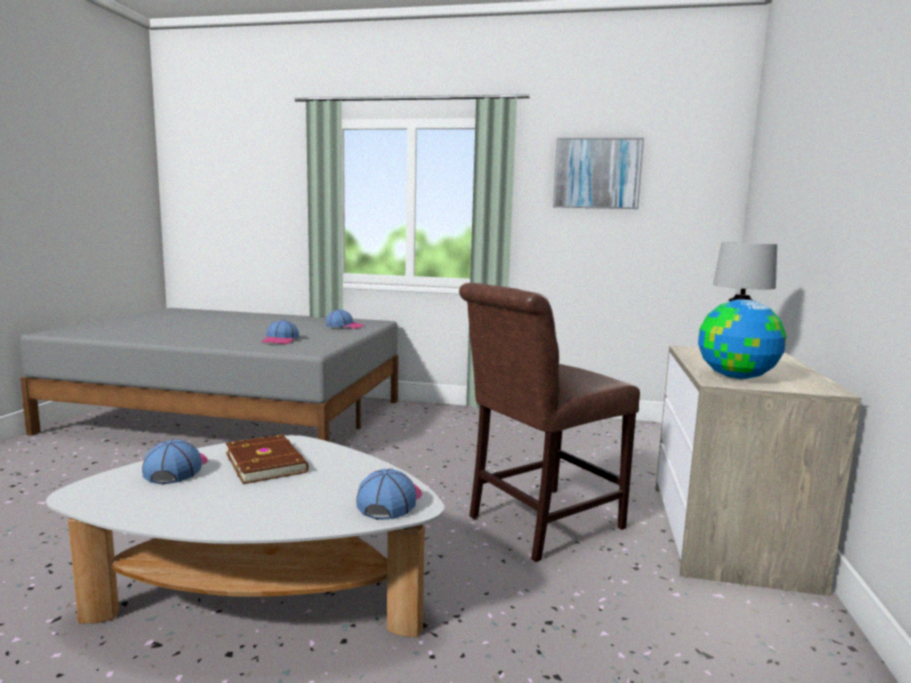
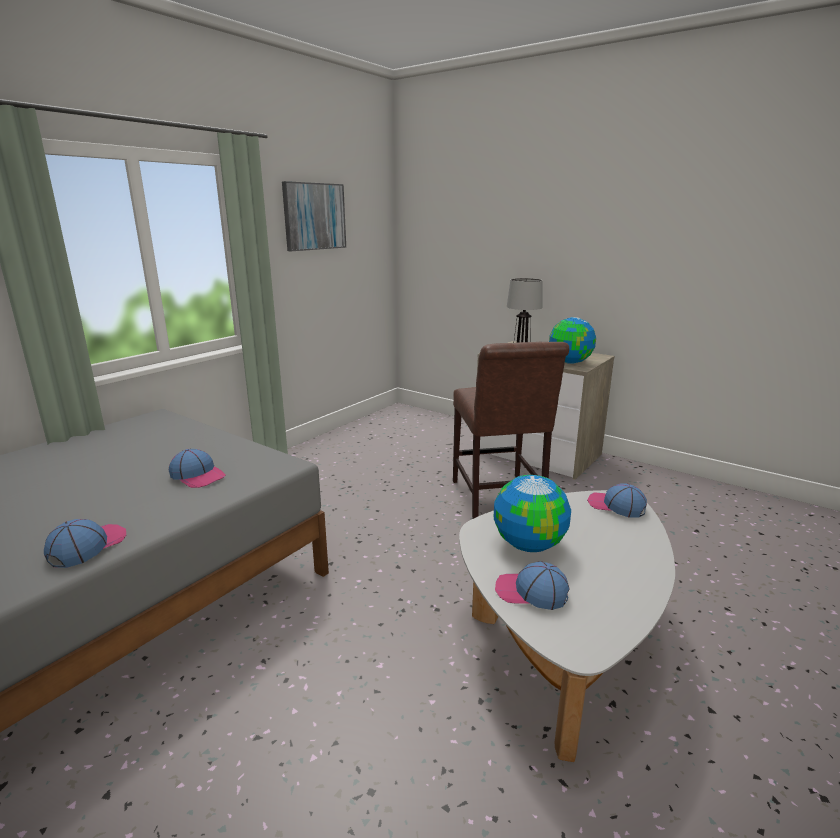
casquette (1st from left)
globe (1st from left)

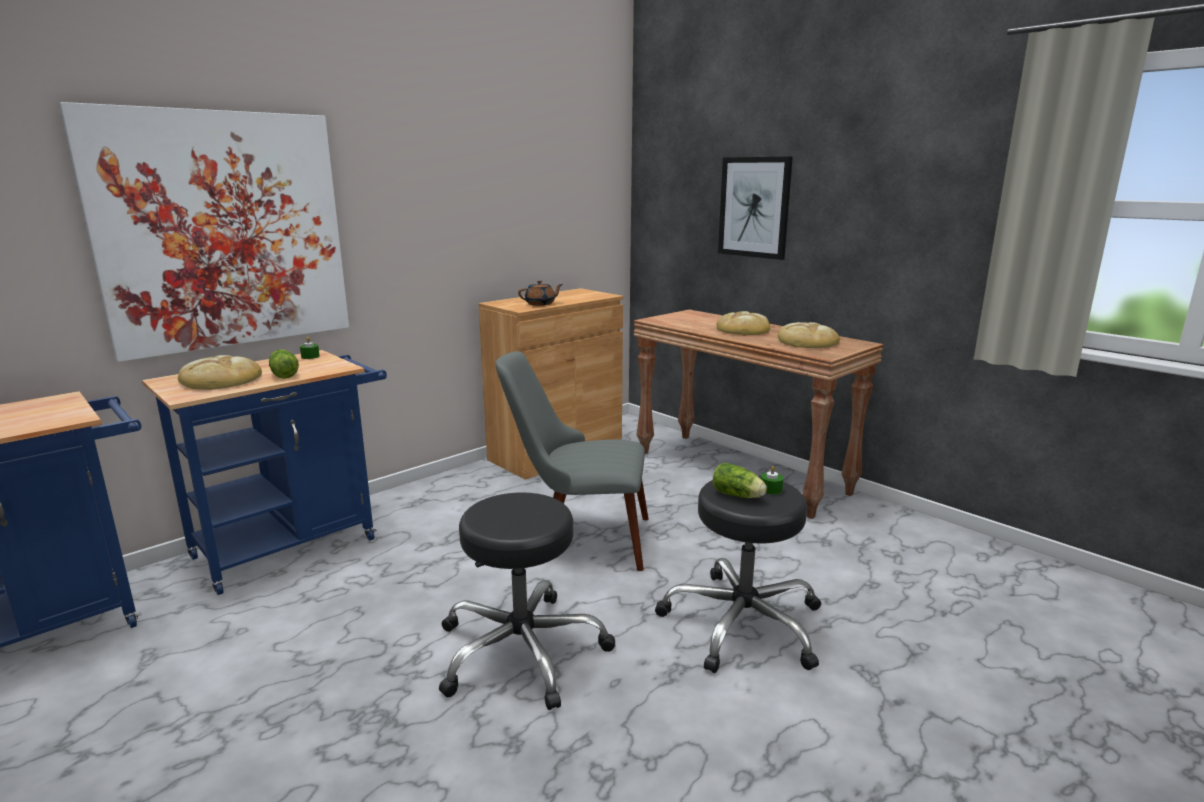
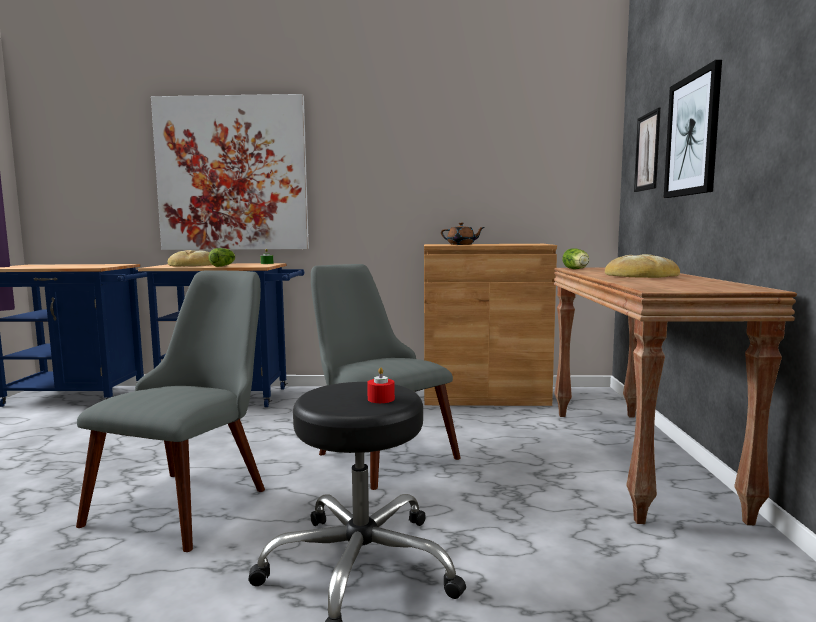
pain (3rd from left in the first image)
tableau (2nd from left)
laitue (2nd from left)
chaise (gris) (1st from left)
bougie (rouge)

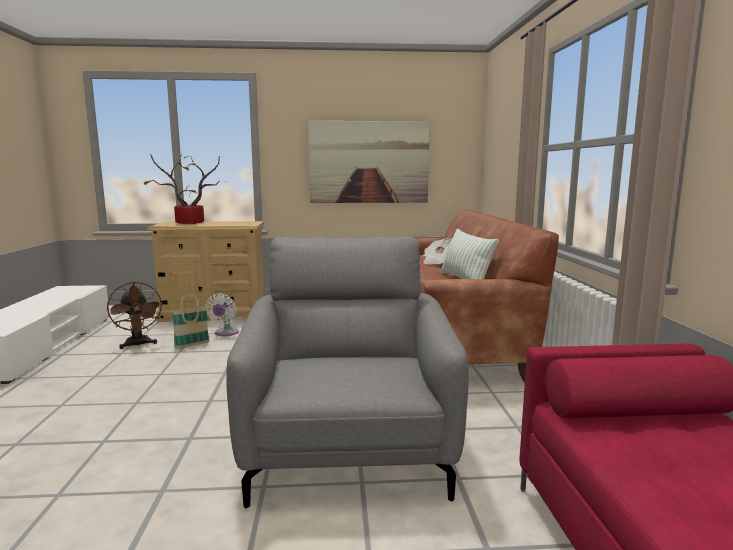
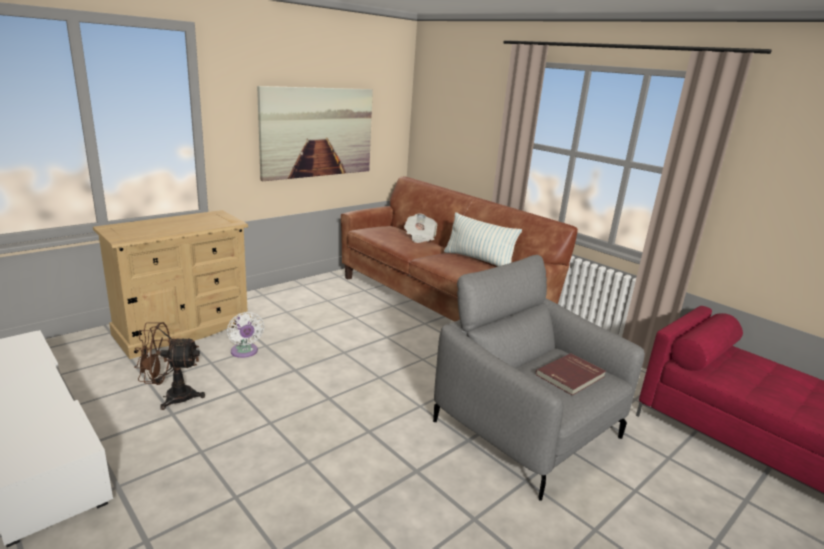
plante en pot
panier
livre (rouge)
ventilateur (marron)

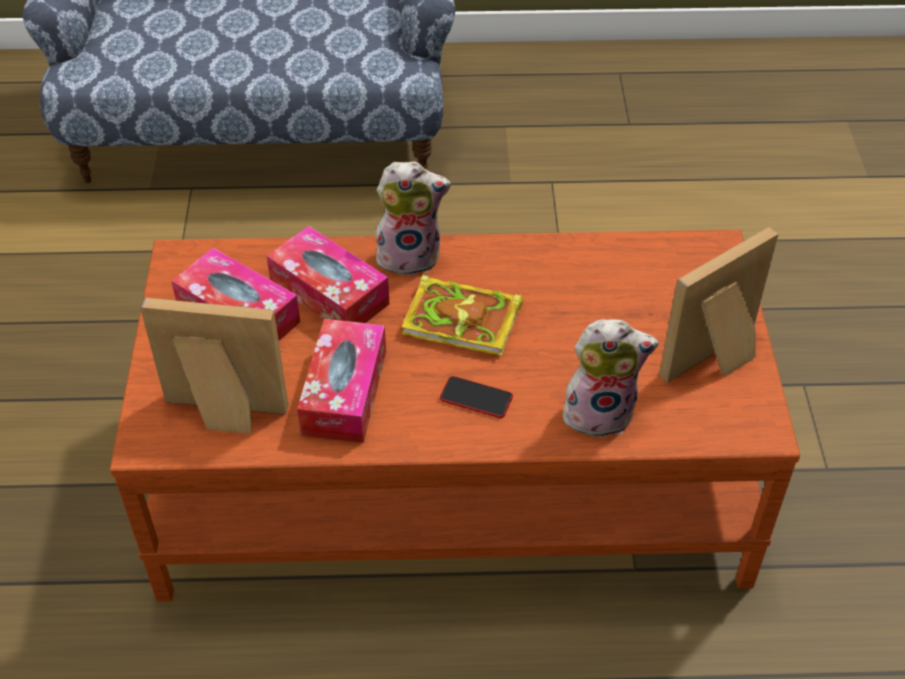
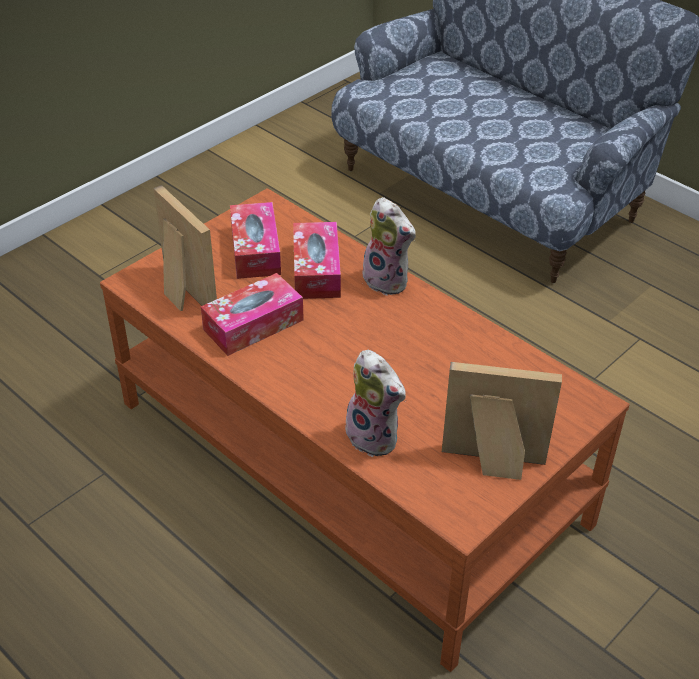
livre
téléphone

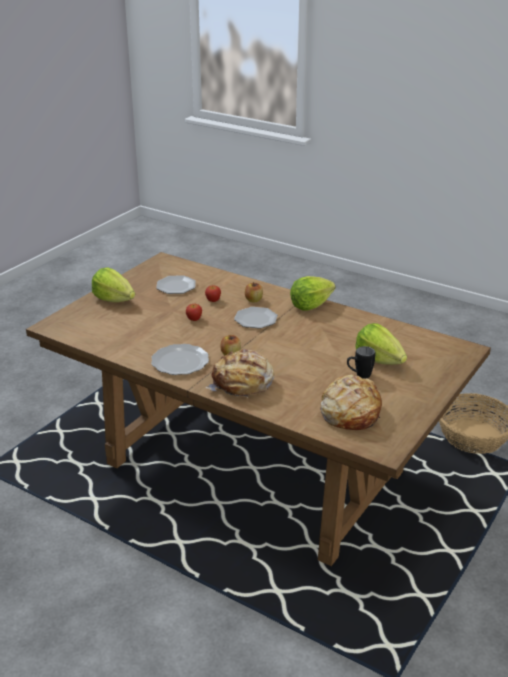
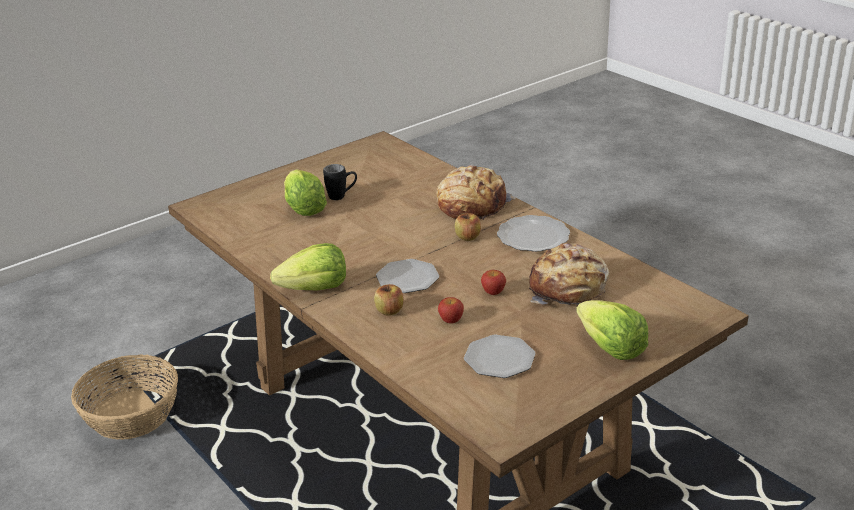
pain (2nd from left)

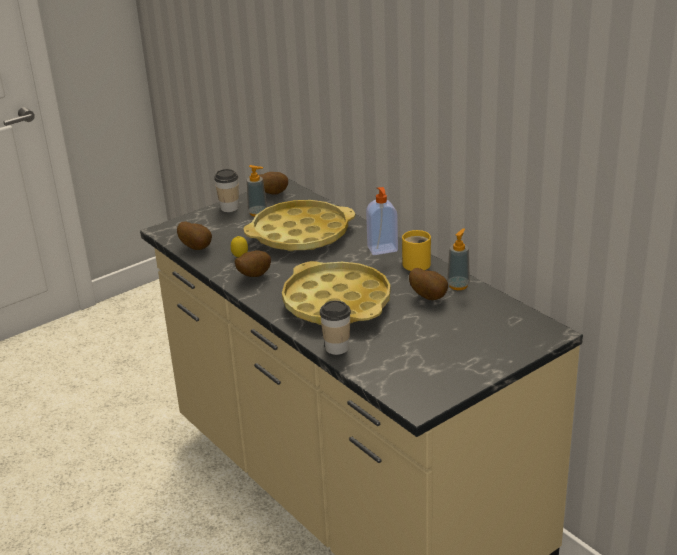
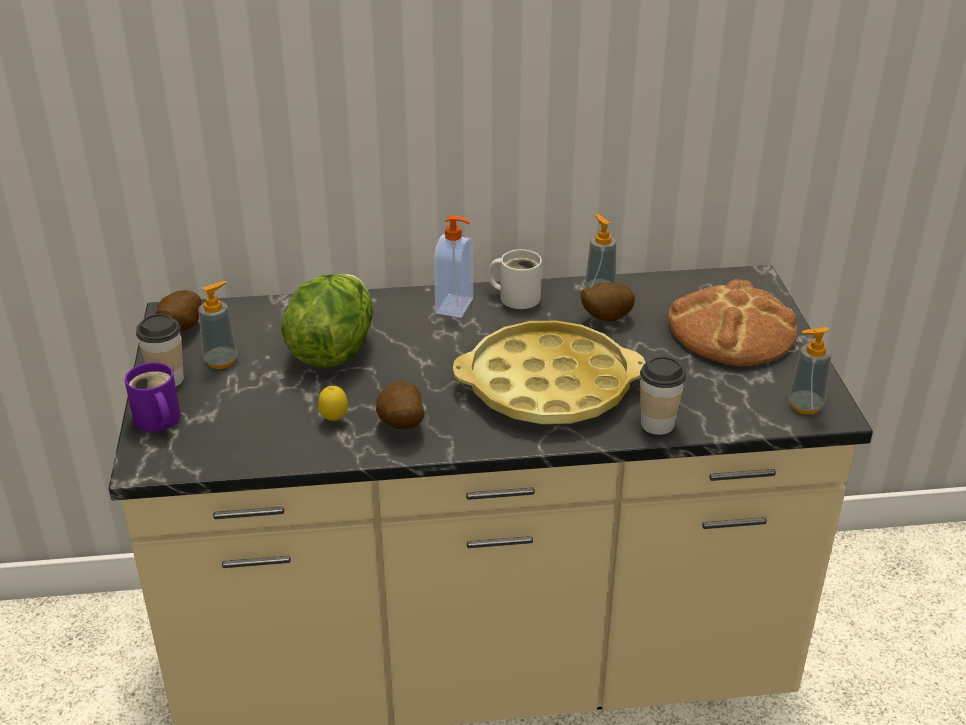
pomme de terre (1st from left in the first image)
mug (violet)
pain
distributeur de savon (4th from left)
laitue
mug (blanc)

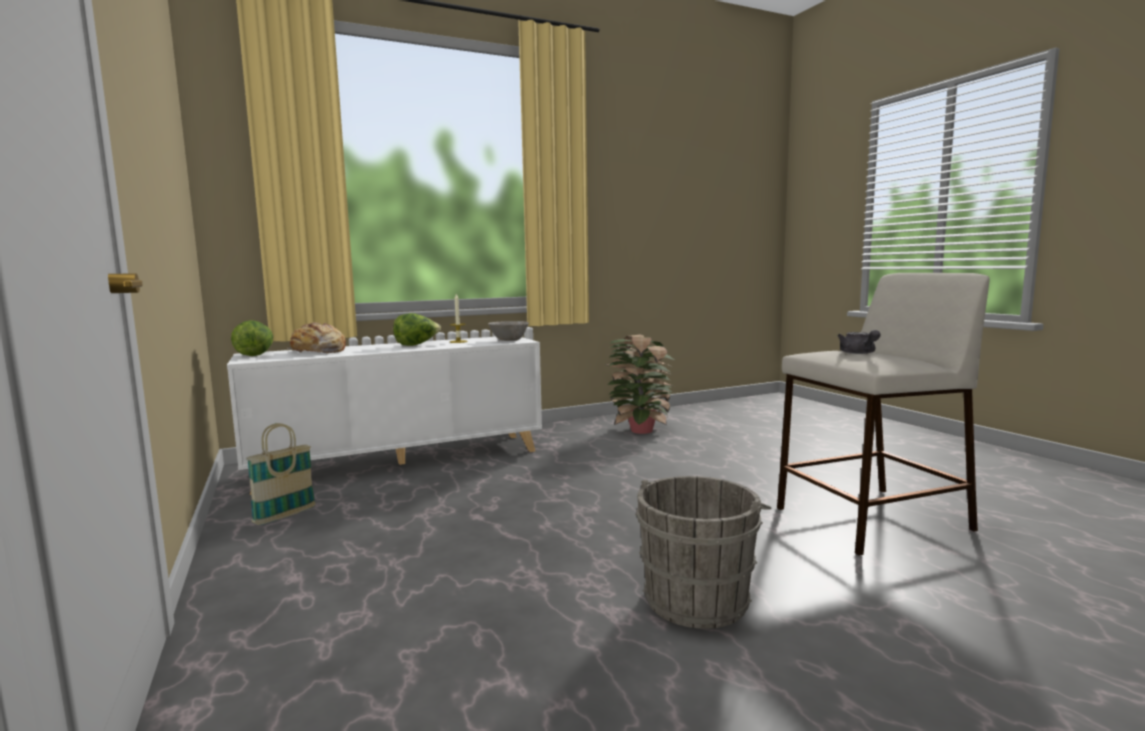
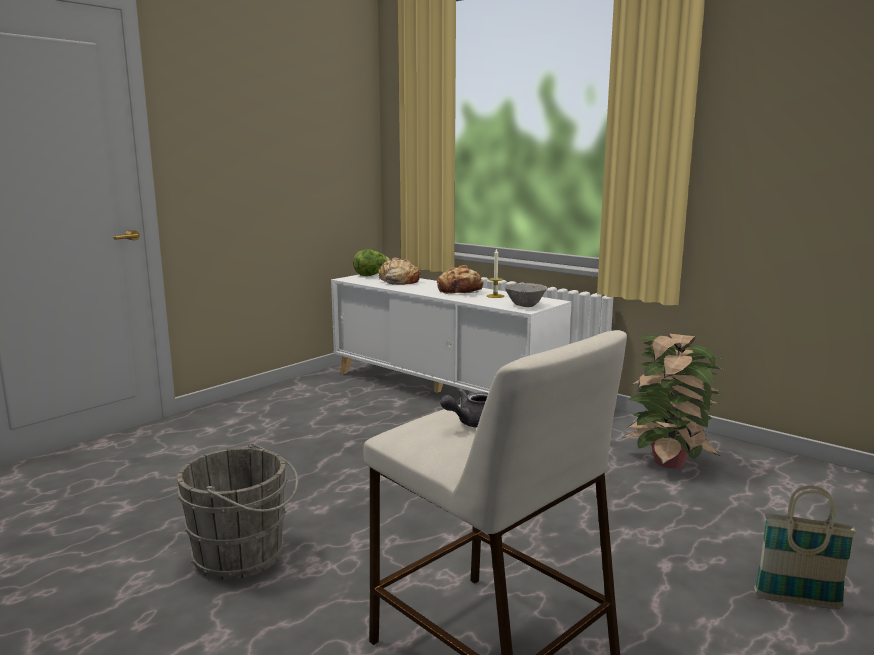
panier
pain (2nd from left)

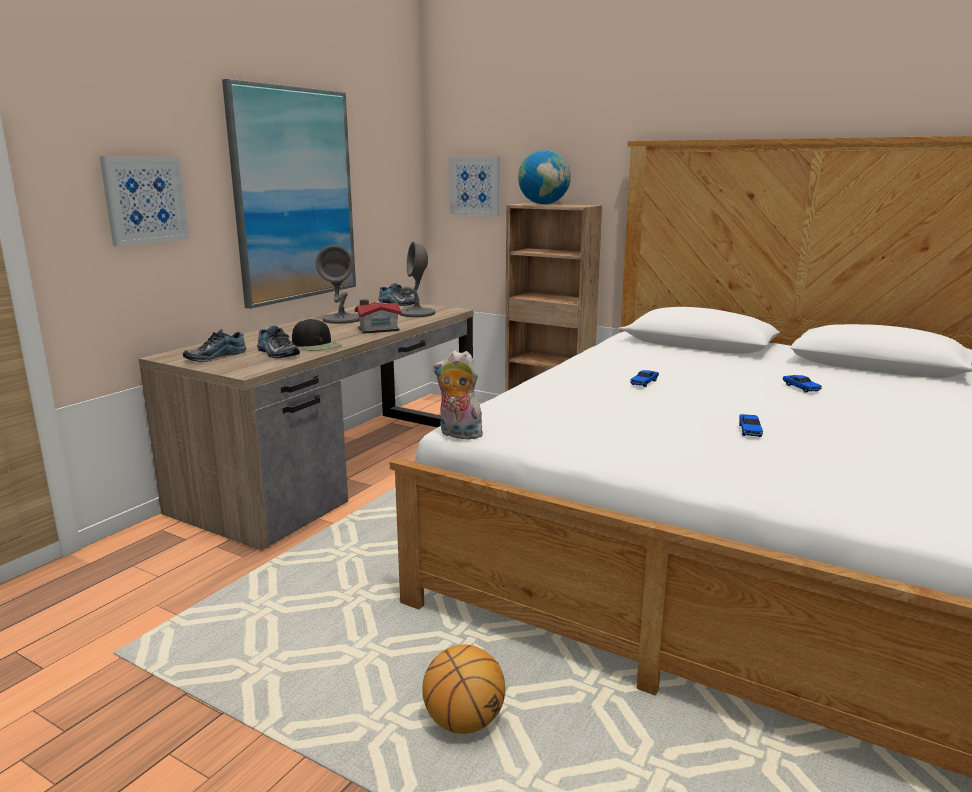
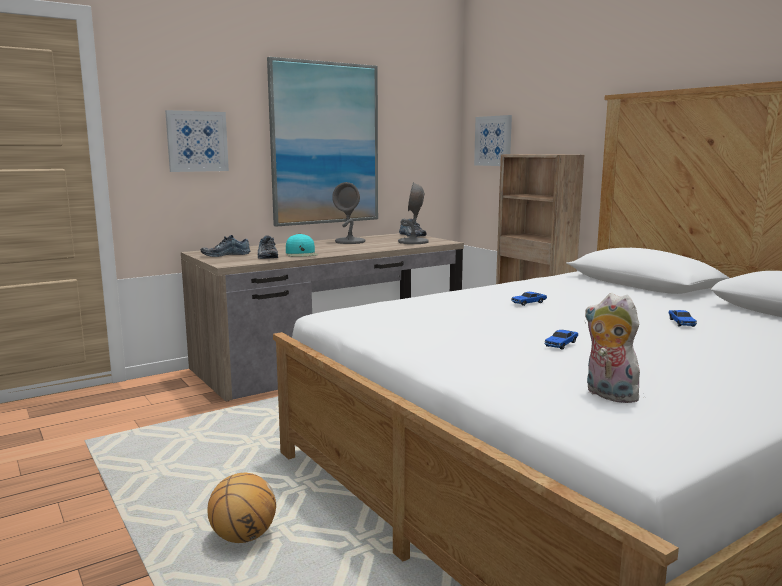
maison miniature
globe
peluche
casquette (turquoise)

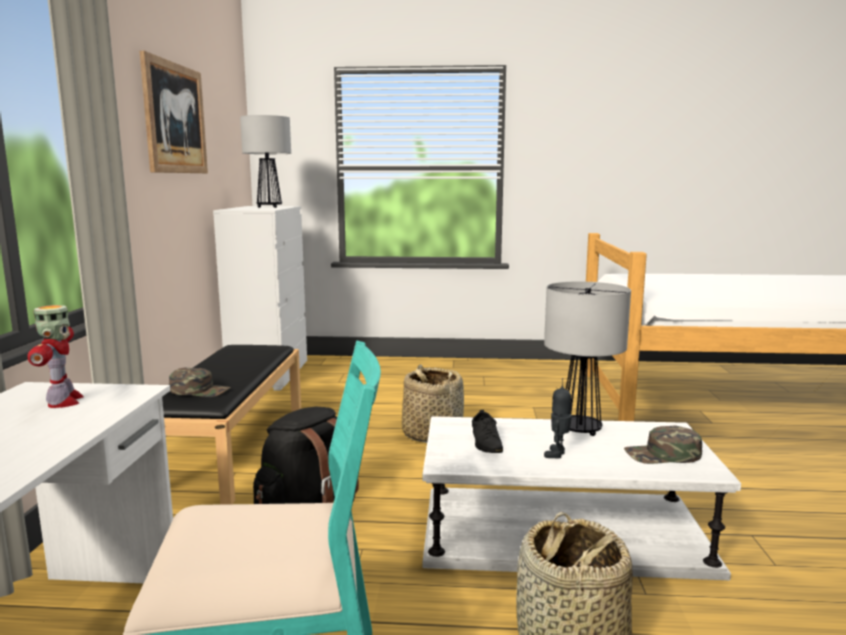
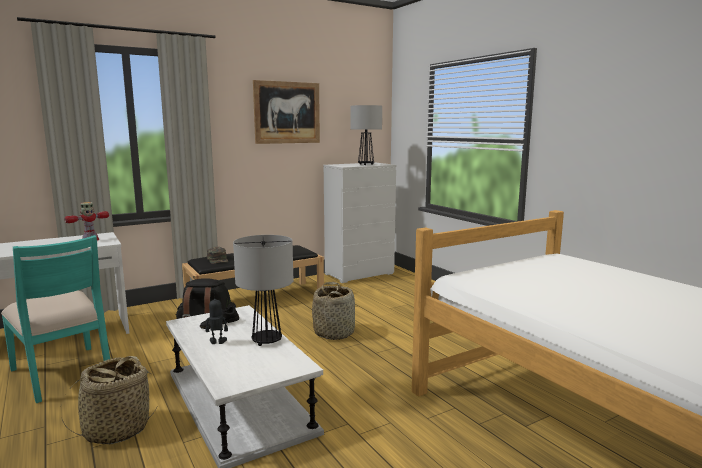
casquette (vert) (2nd from left in the first image)

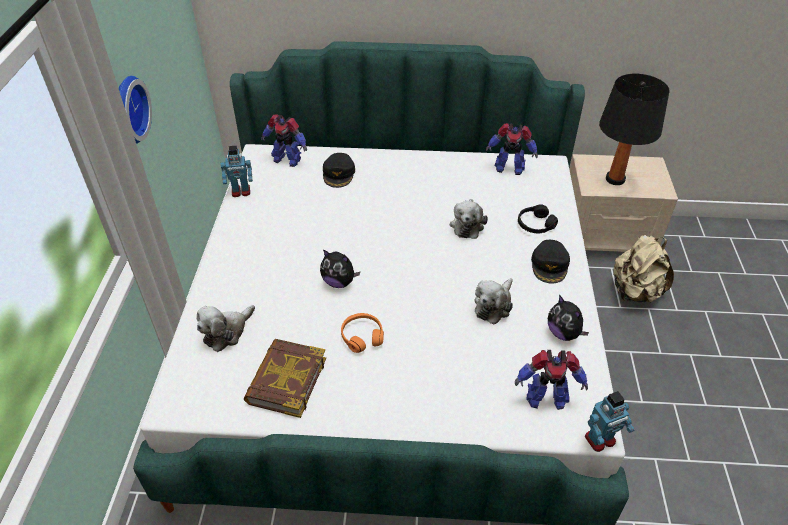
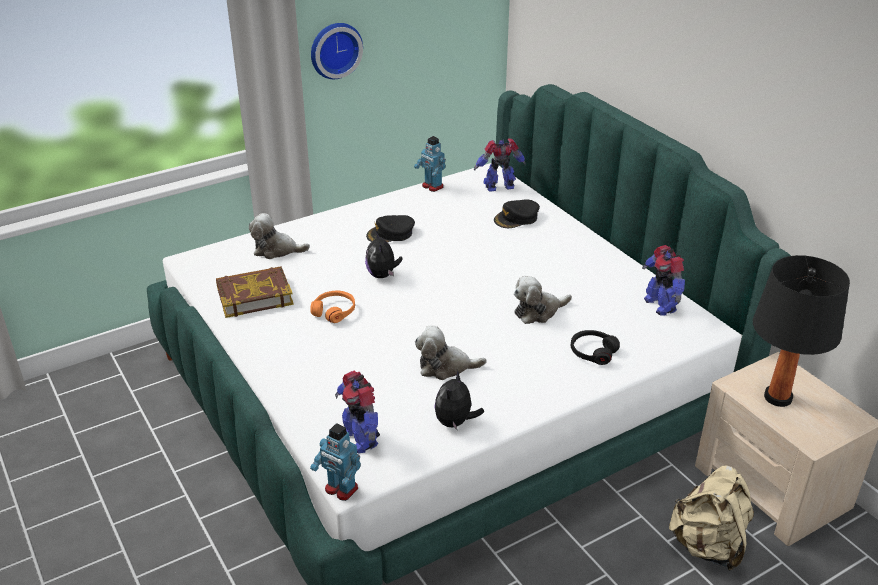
casquette (noir) (1st from left)
robot jouet (4th from left)

